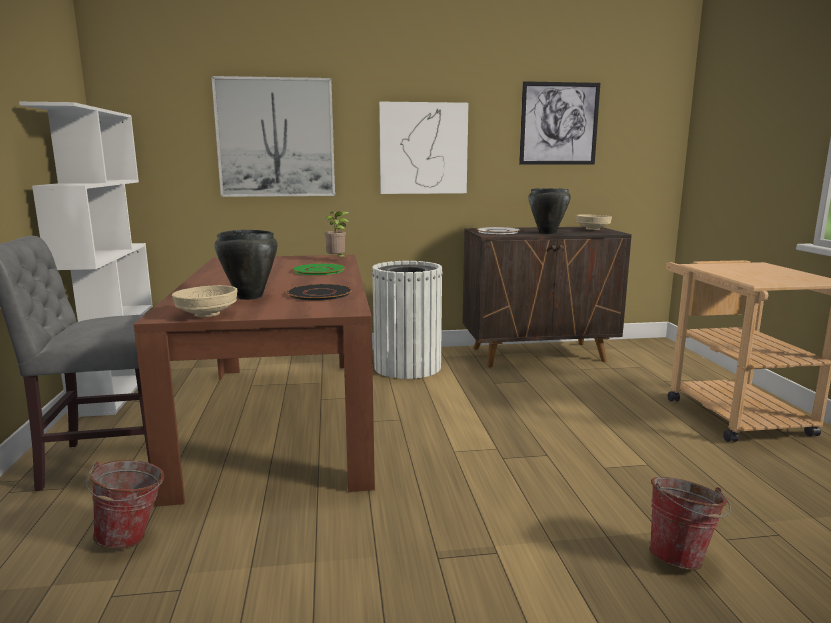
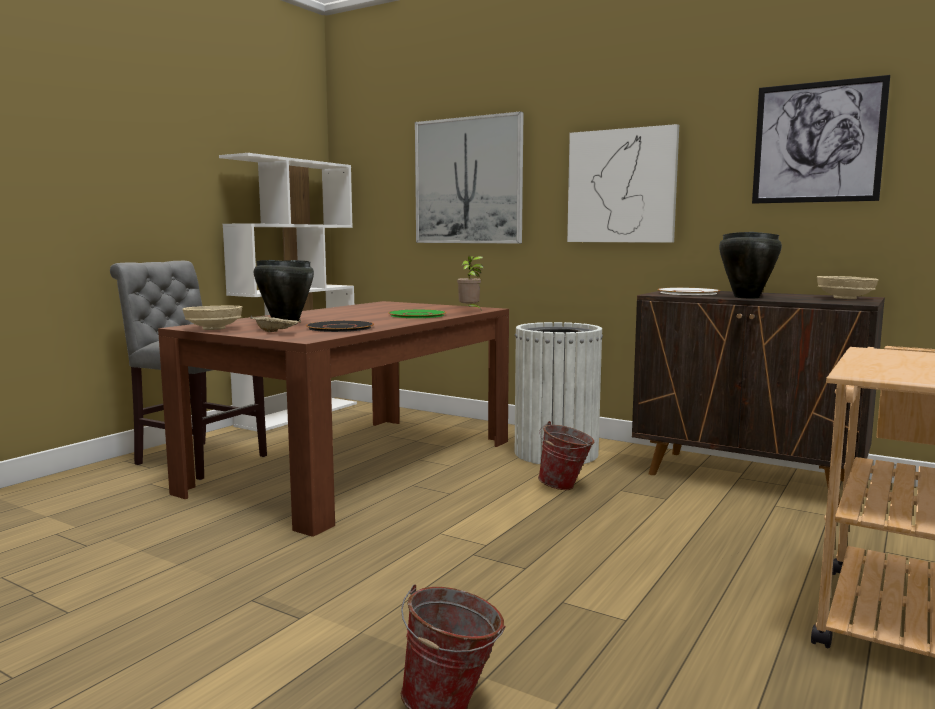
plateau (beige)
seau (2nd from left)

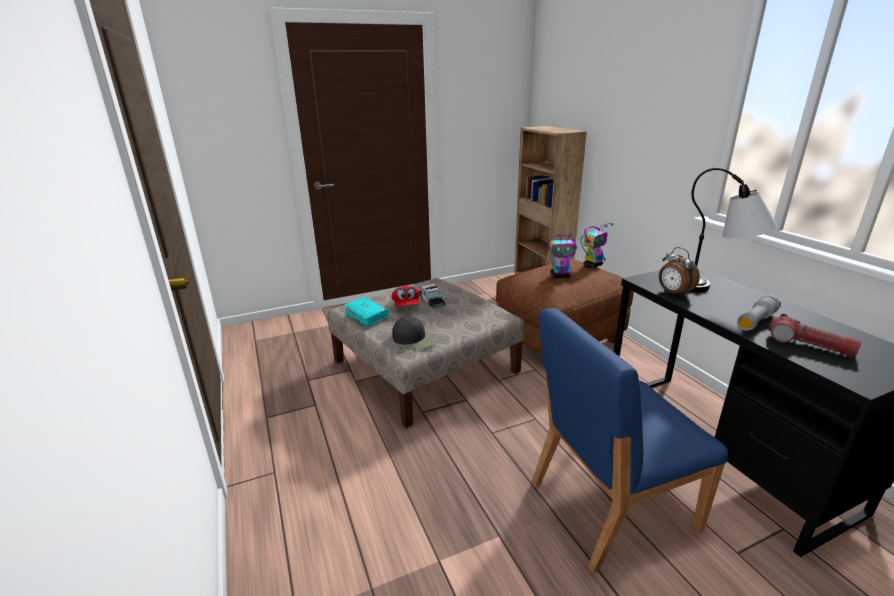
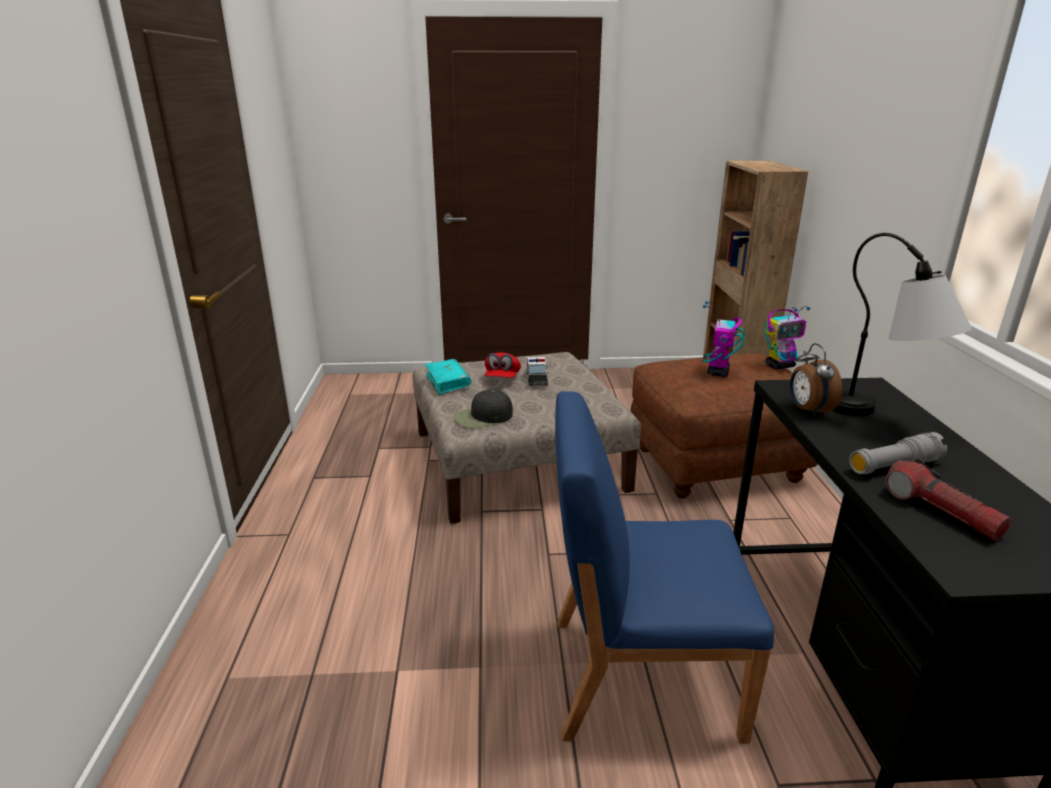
casquette (noir)
robot jouet (1st from left)

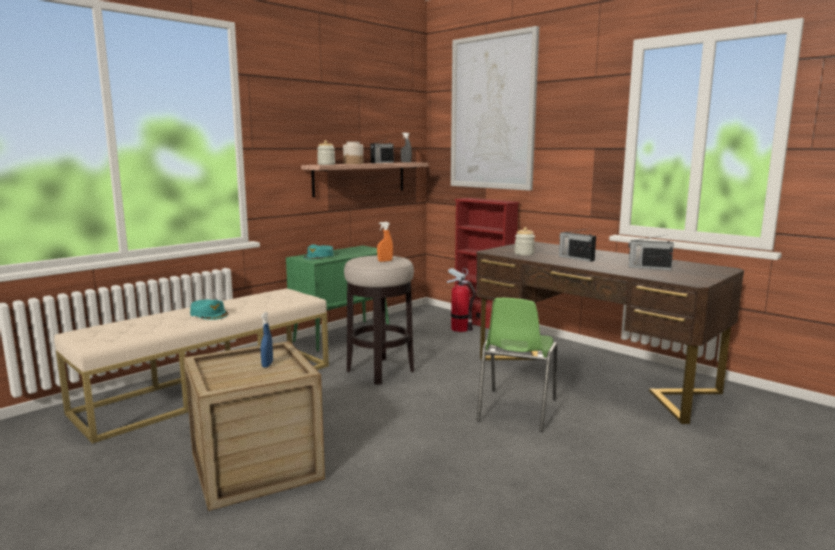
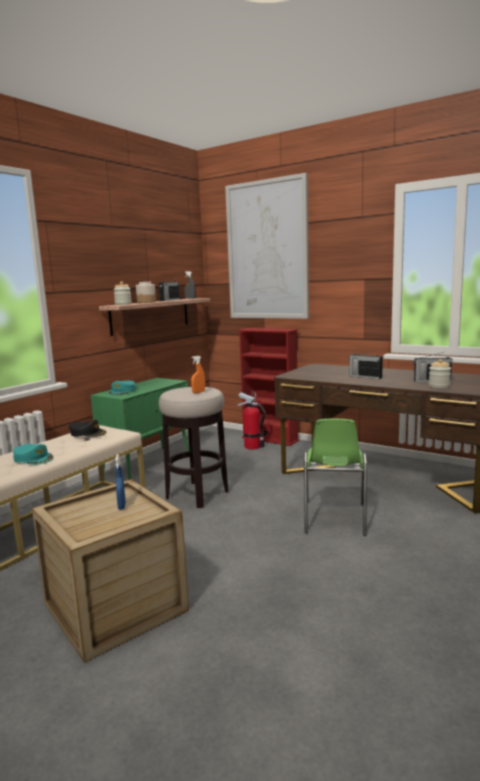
casquette (noir)
bocal (3rd from left)

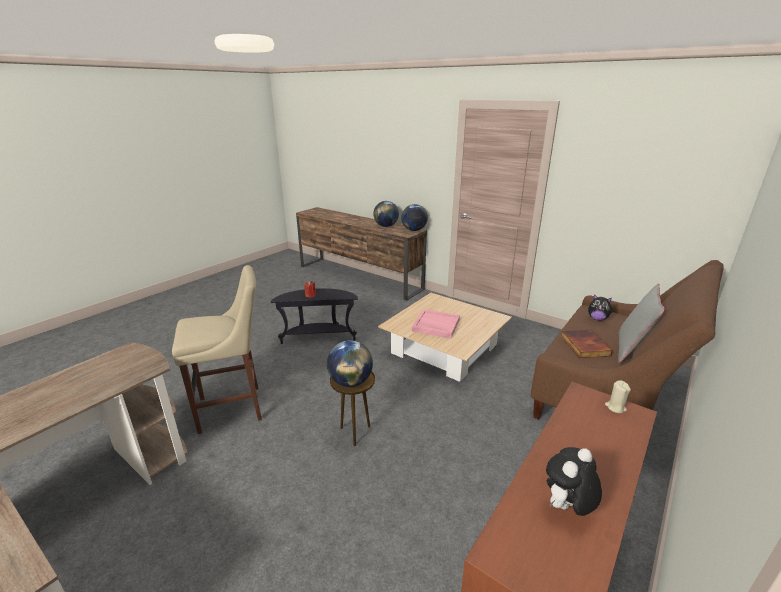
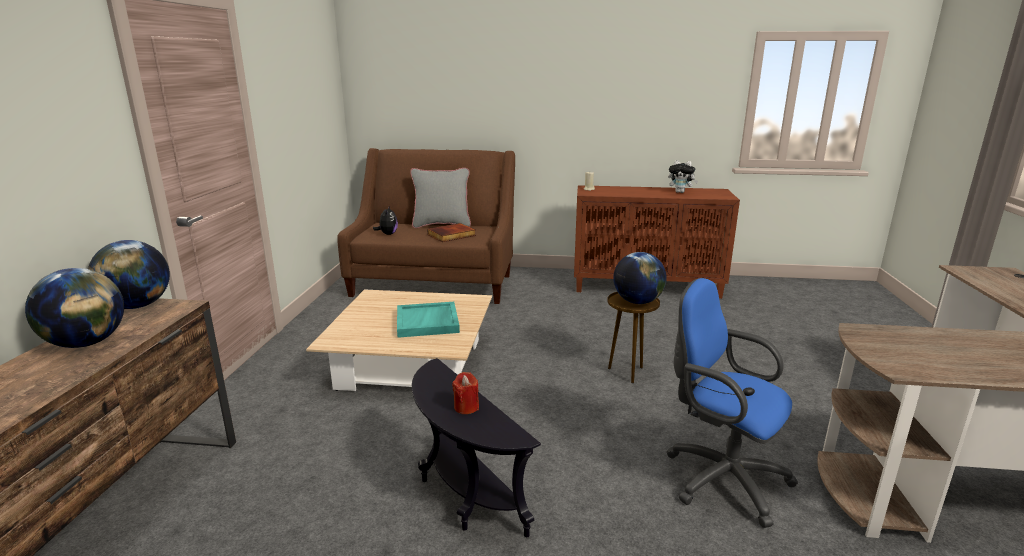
chaise de bureau (bleu)
plateau (turquoise)

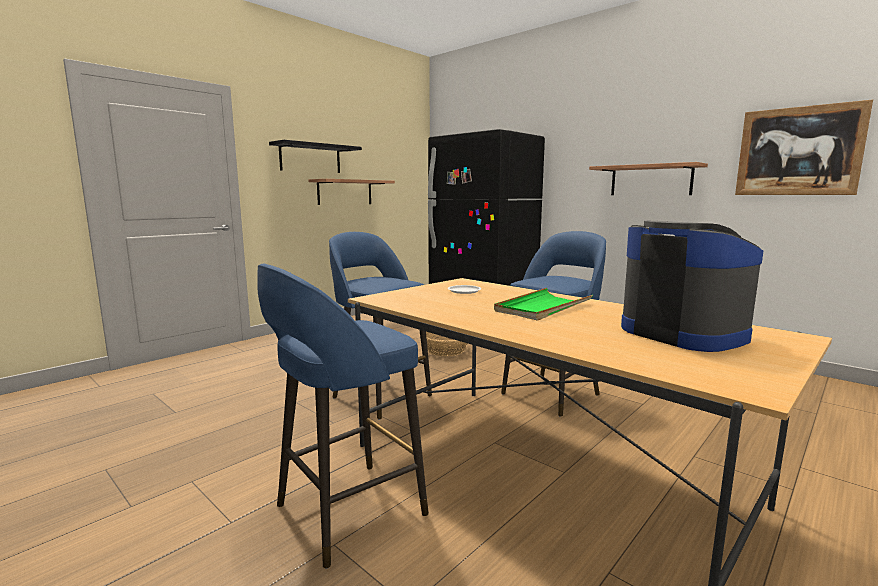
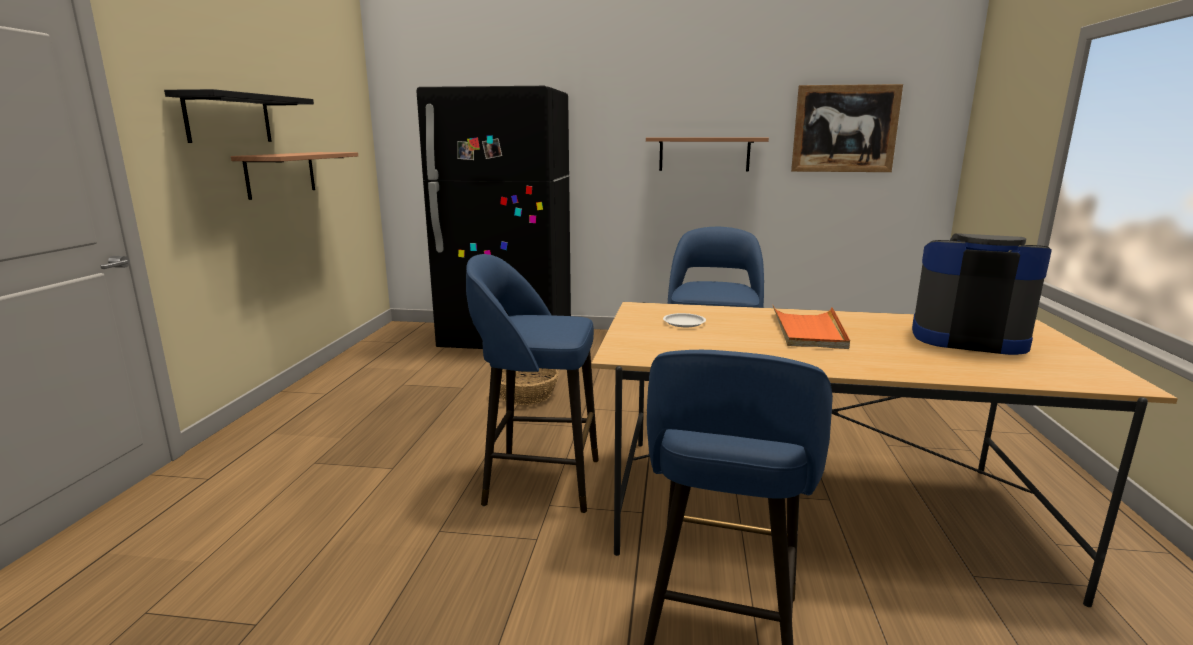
plateau (orange)

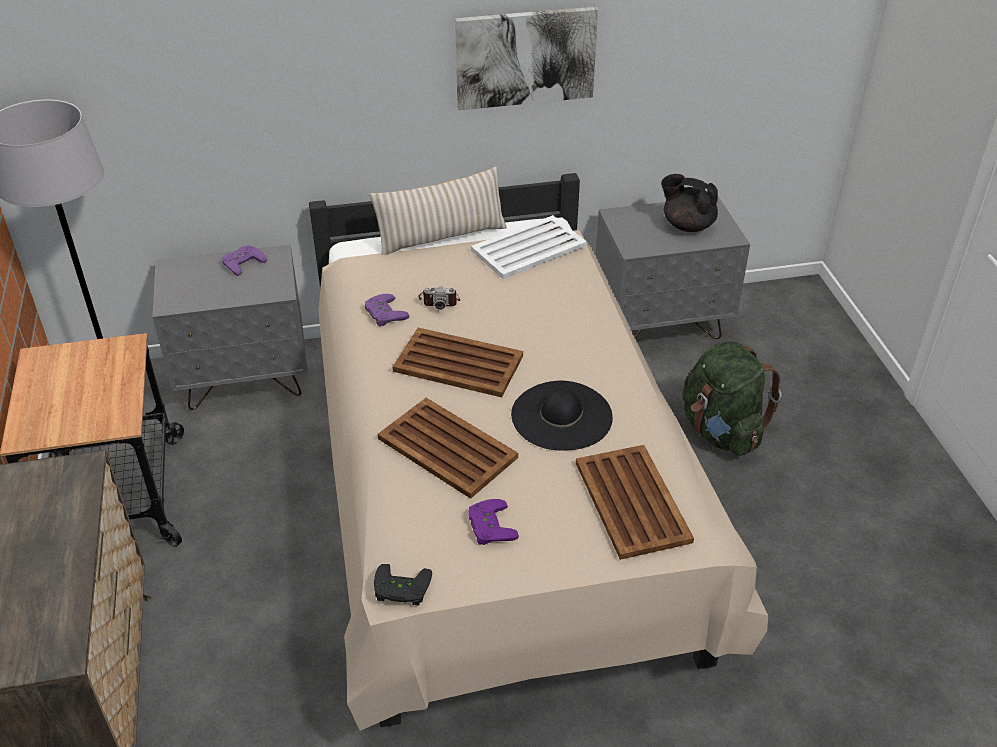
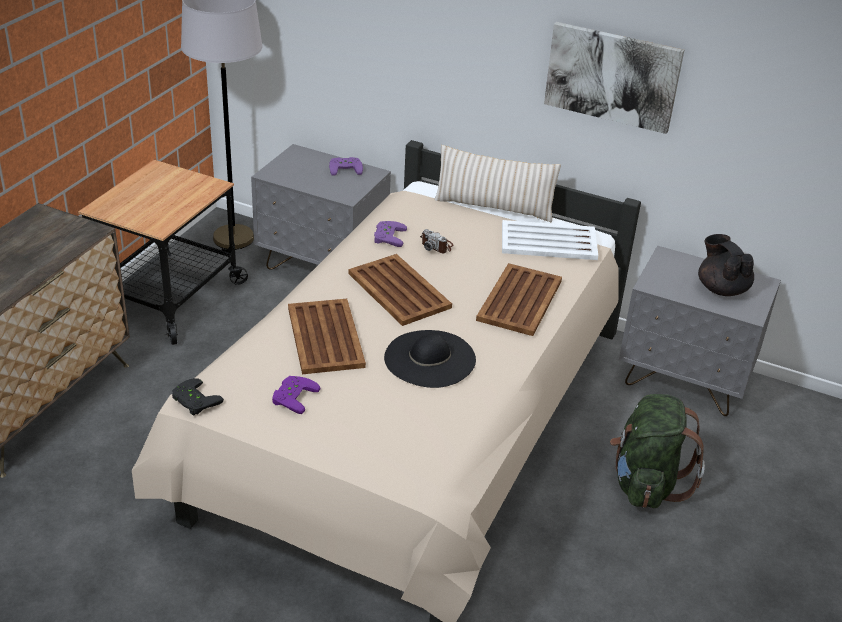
plateau (marron) (3rd from left)

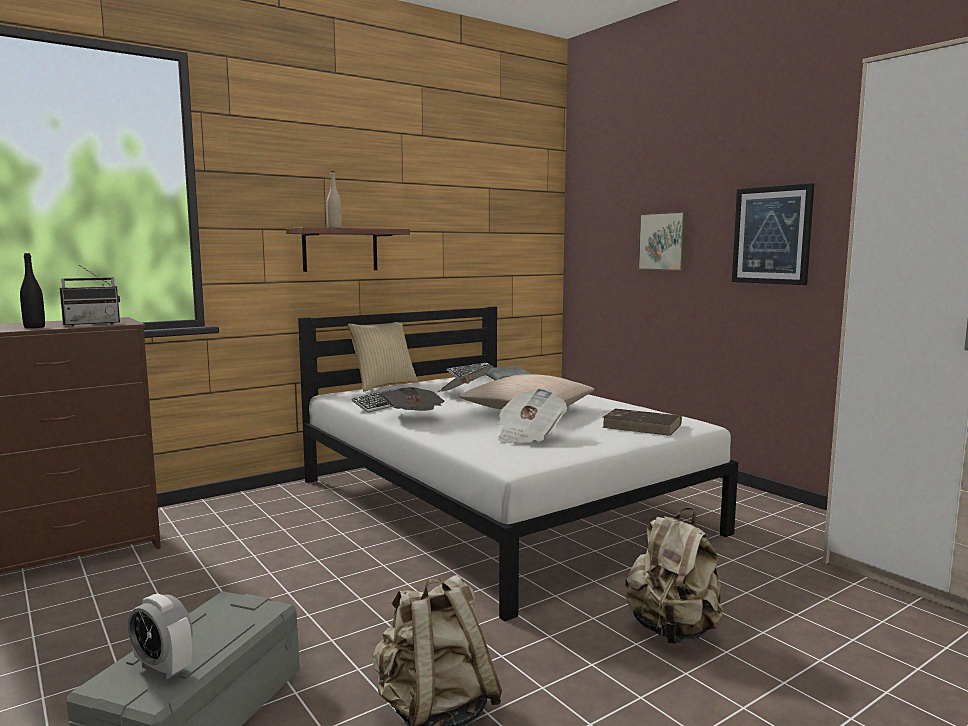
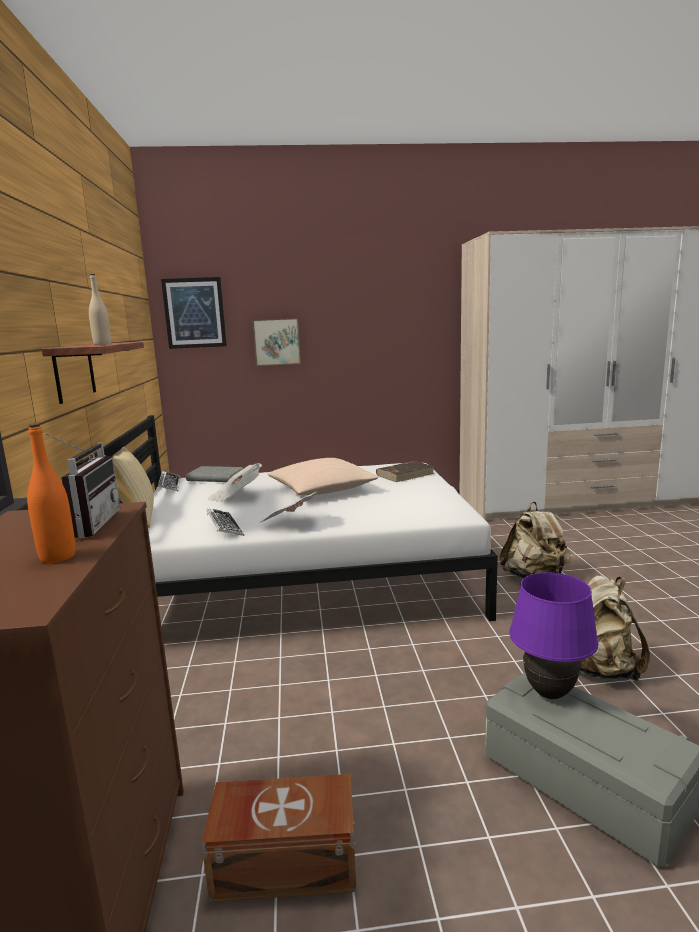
réveil
journal (3rd from left in the first image)
boîte de rangement (marron)
lampe de table (violet)
tableau (1st from left)
bouteille (orange)

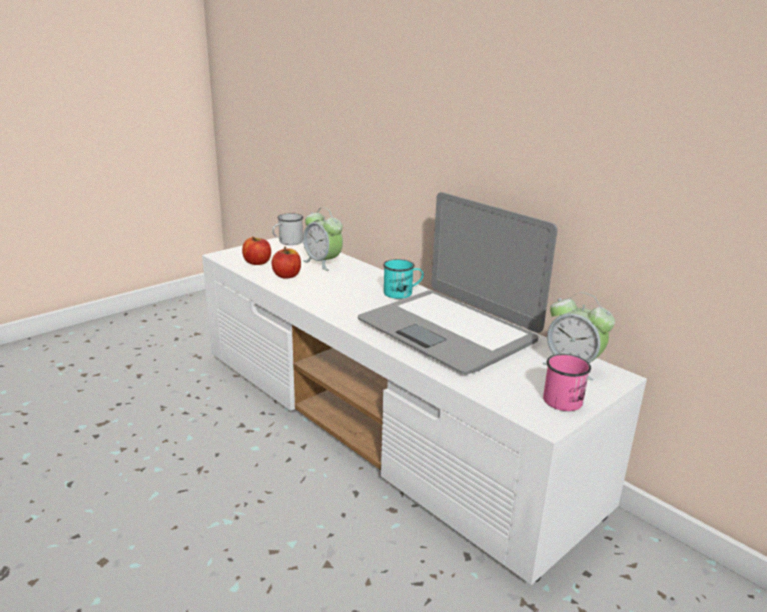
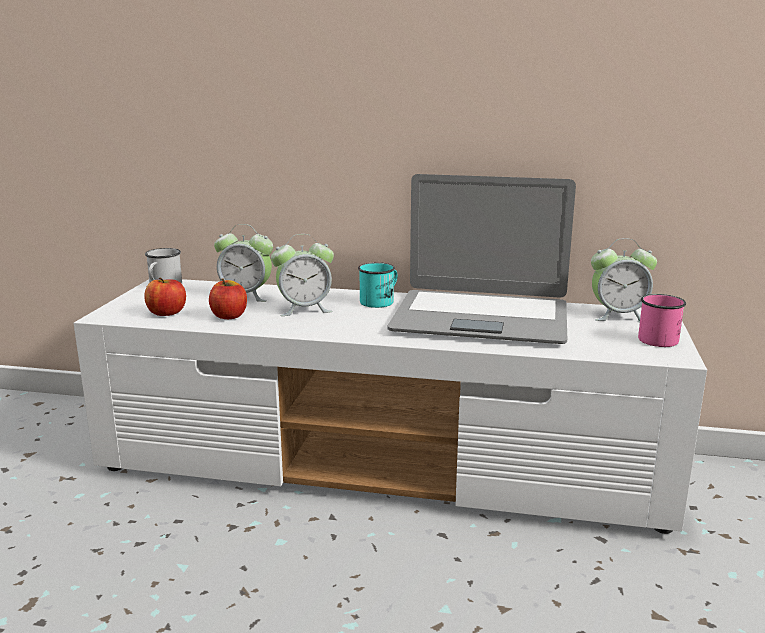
réveil (2nd from left)

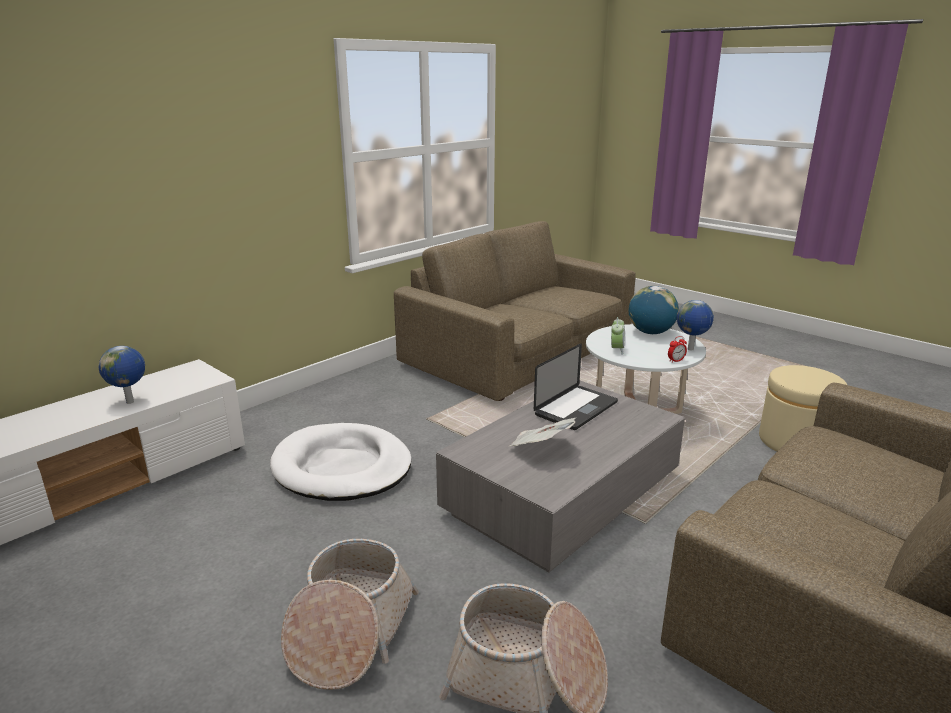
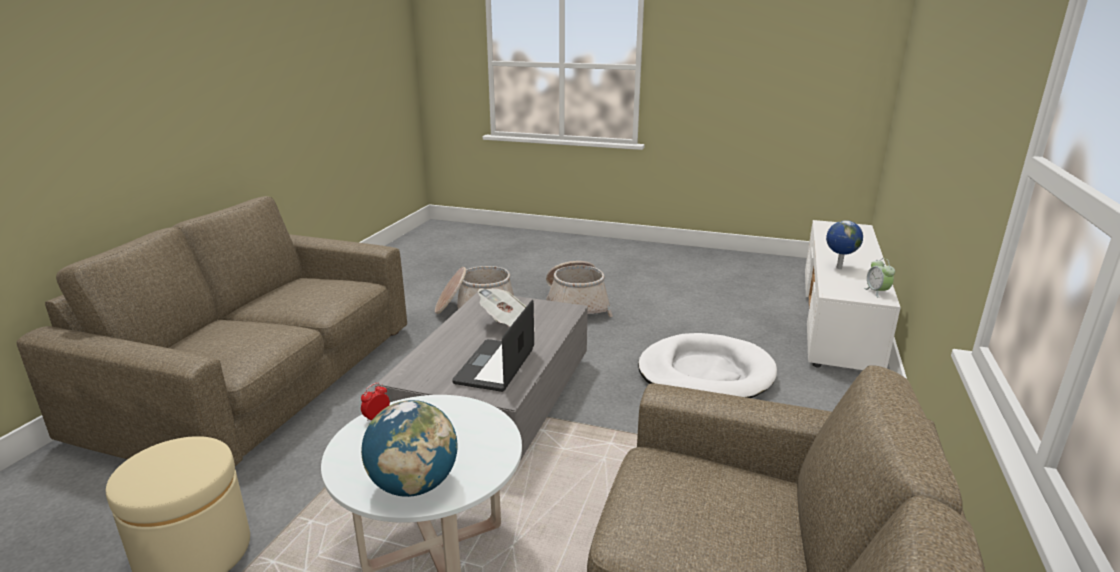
globe (3rd from left in the first image)
réveil (2nd from left)

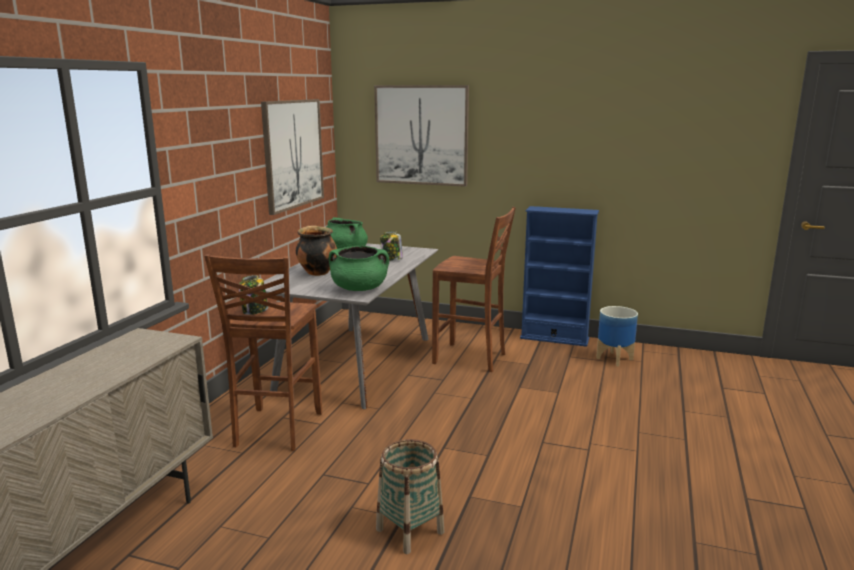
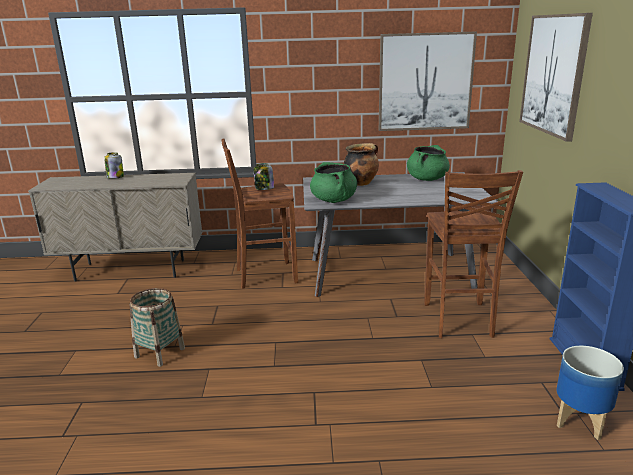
bocal (1st from left)

